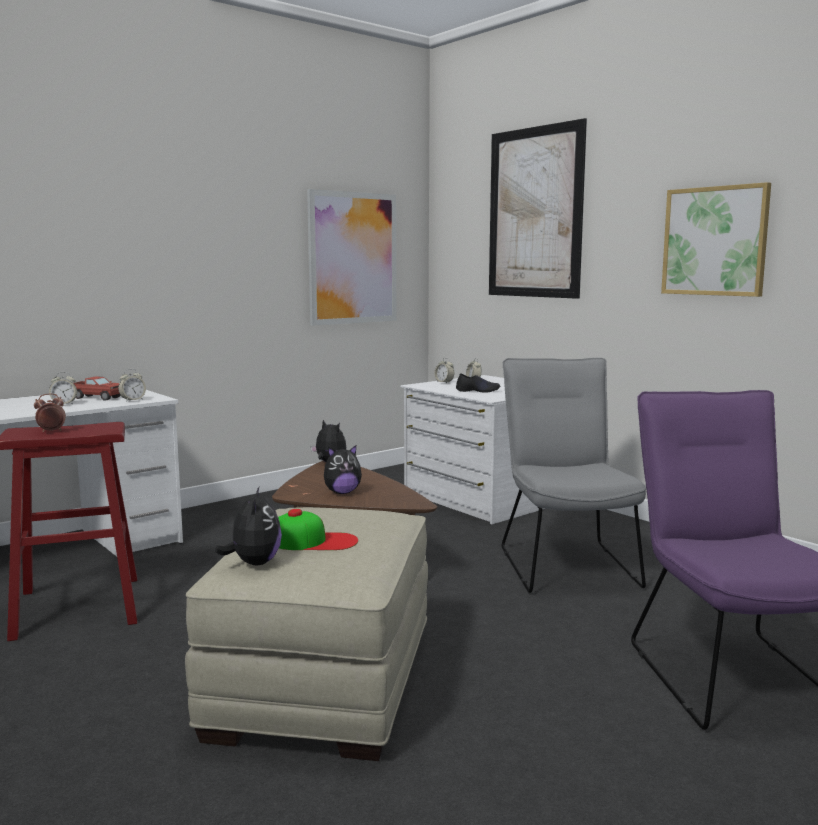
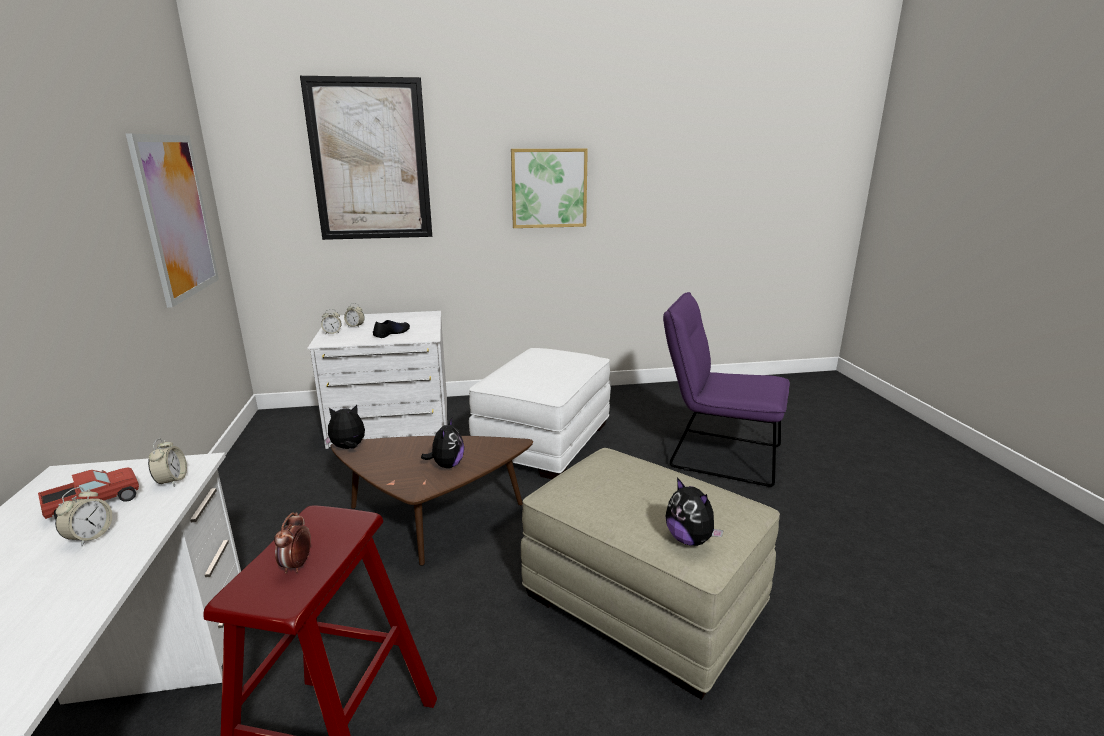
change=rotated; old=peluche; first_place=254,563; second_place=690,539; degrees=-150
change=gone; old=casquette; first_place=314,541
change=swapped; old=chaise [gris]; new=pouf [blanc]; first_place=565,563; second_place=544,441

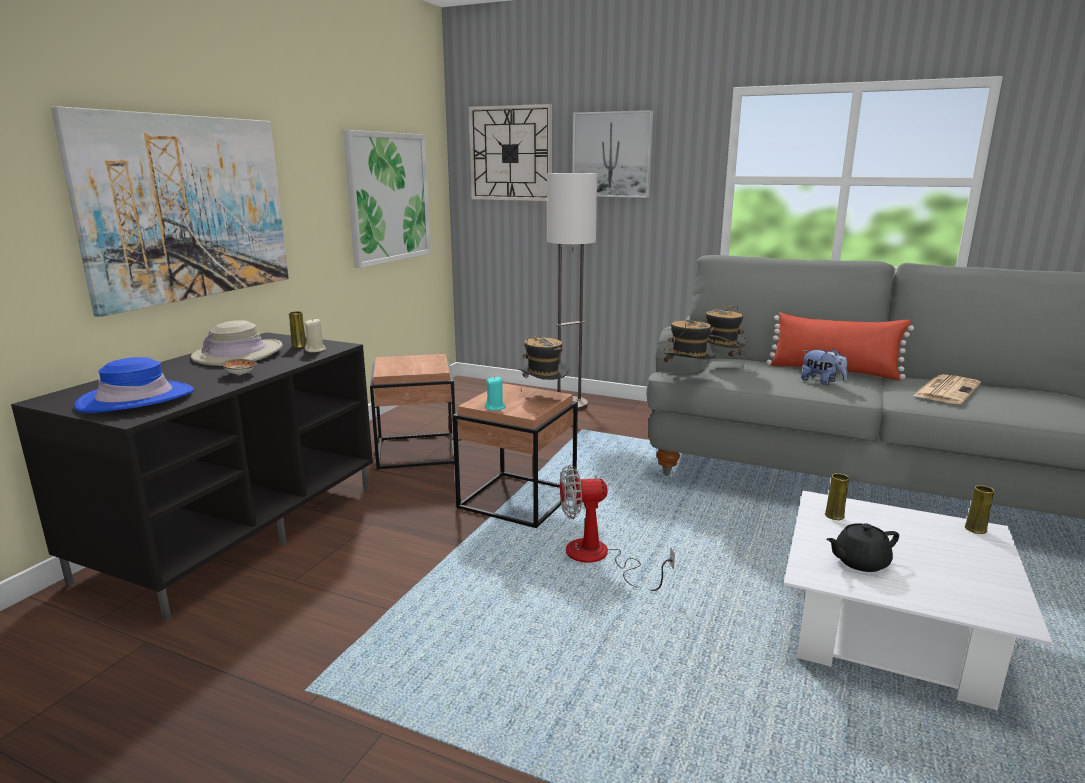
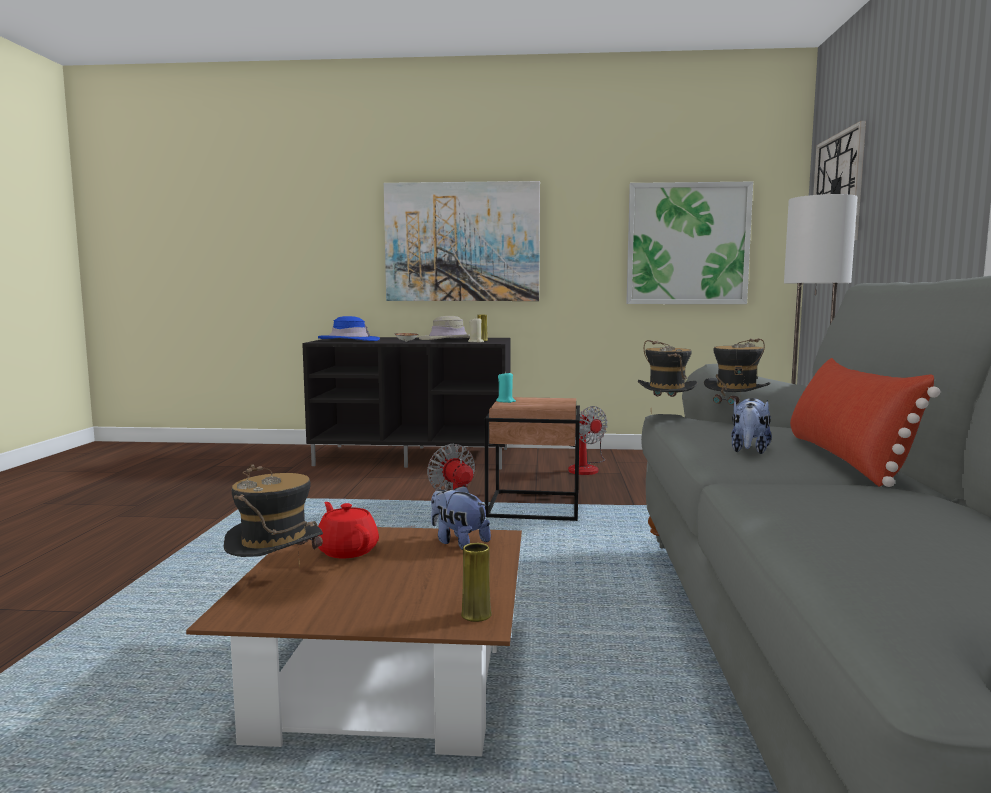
change=swapped; old=table d'appoint [marron]; new=ventilateur; first_place=415,451; second_place=586,468
change=shifted; old=chapeau; first_place=543,396; second_place=276,586
change=gone; old=tableau; first_place=612,155
change=repainted; old=table basse [blanc]; new=table basse [marron]; first_place=889,631; second_place=385,685
change=swapped; old=vase [jaune]; new=peluche; first_place=834,516; second_place=458,542
change=repainted; old=théière [noir]; new=théière [rouge]; first_place=859,562; second_place=347,550
change=gone; old=journal; first_place=946,390

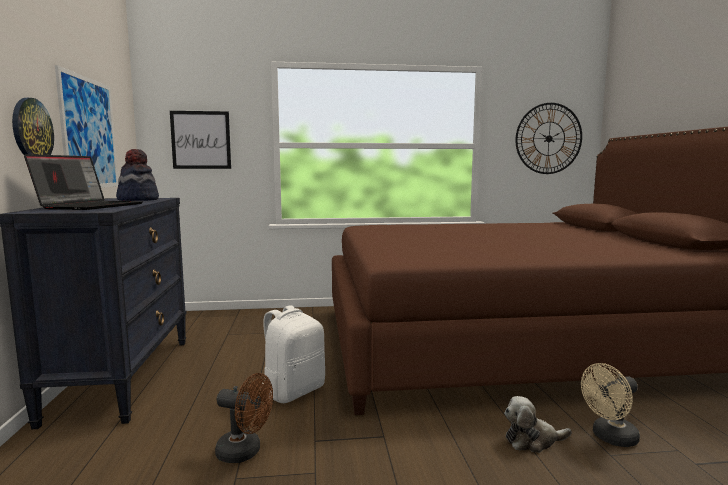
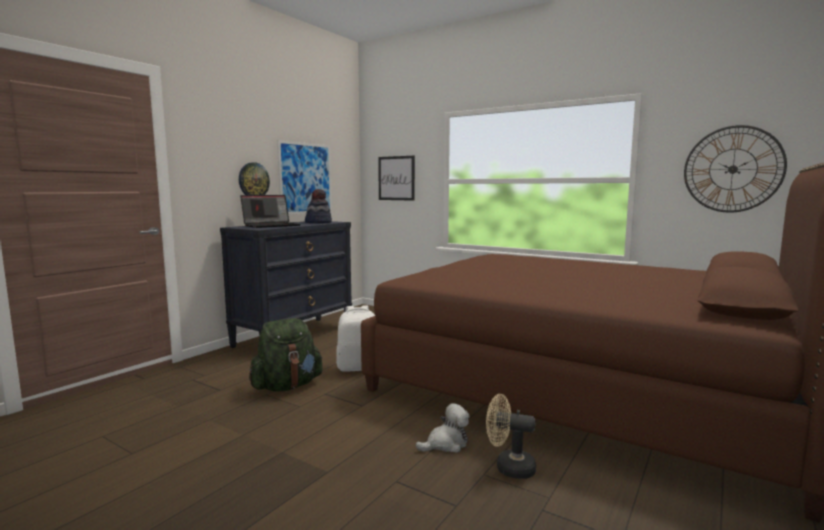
change=swapped; old=ventilateur [marron]; new=sac à dos [vert]; first_place=245,452; second_place=287,386
change=rotated; old=peluche; first_place=532,440; second_place=446,444; degrees=120

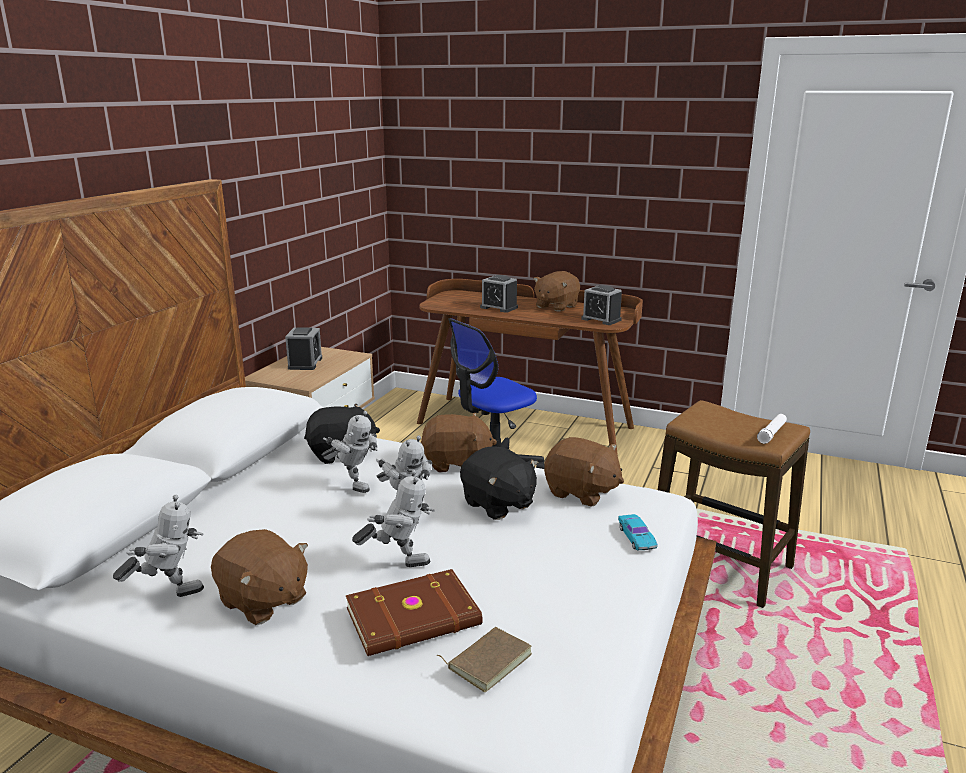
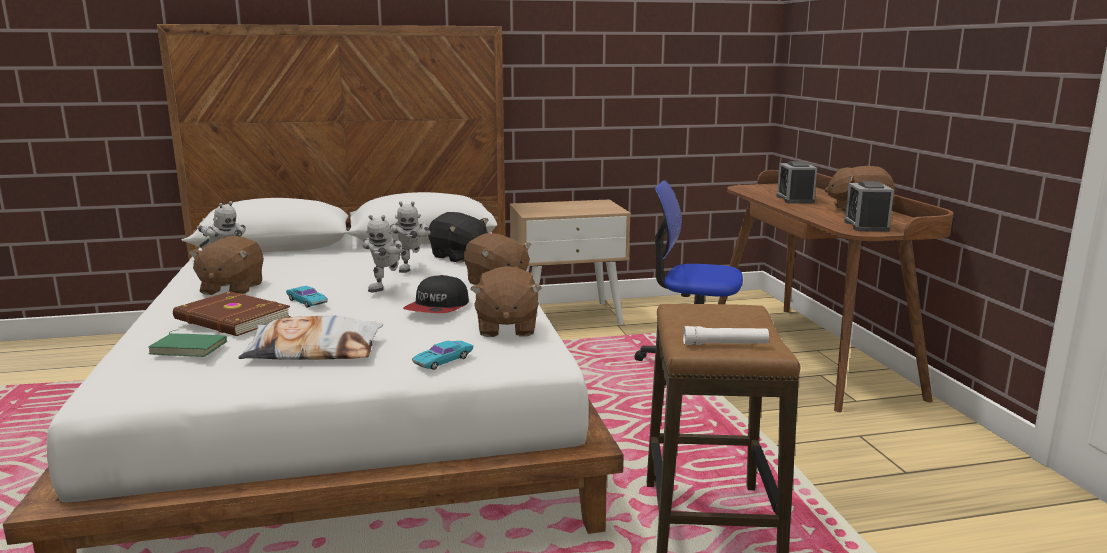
change=gone; old=réveil; first_place=305,363
change=swapped; old=robot jouet; new=petite voiture [turquoise]; first_place=398,562; second_place=307,301
change=repainted; old=livre [marron]; new=livre [vert]; first_place=488,660; second_place=190,348
change=swapped; old=peluche [noir]; new=casquette; first_place=498,504; second_place=438,308
change=new; new=coussin; second_place=314,351

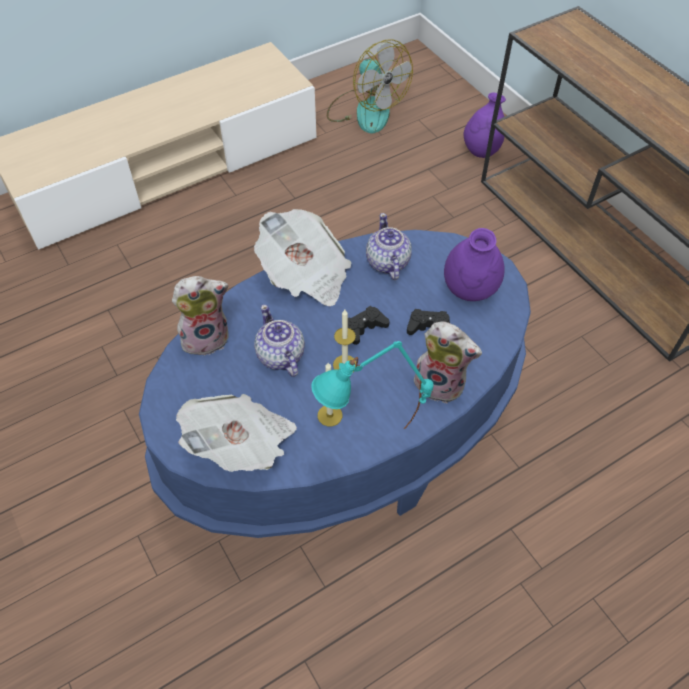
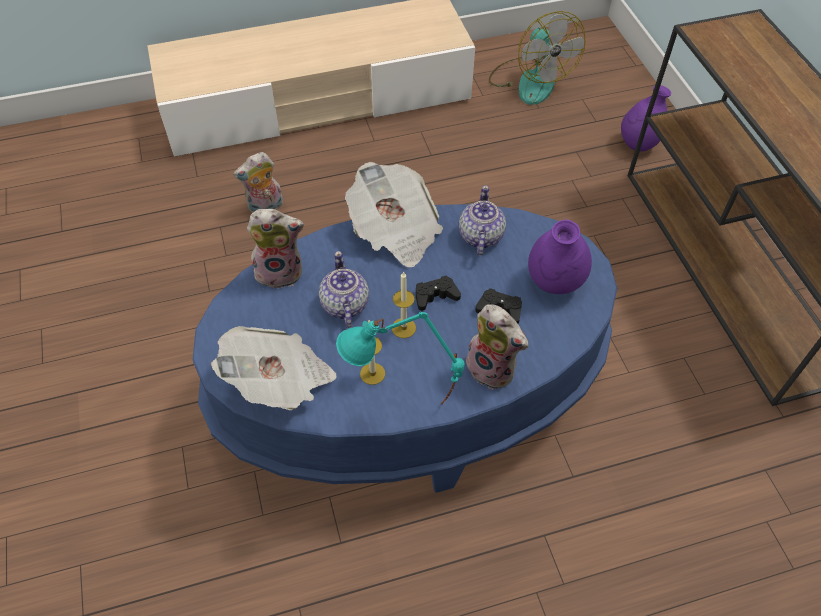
change=new; new=peluche; second_place=265,207

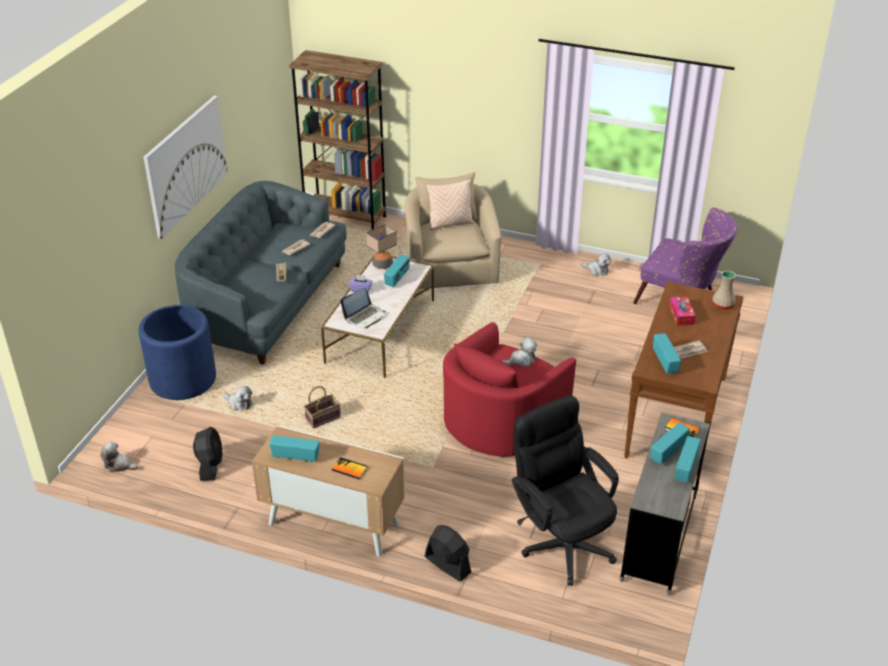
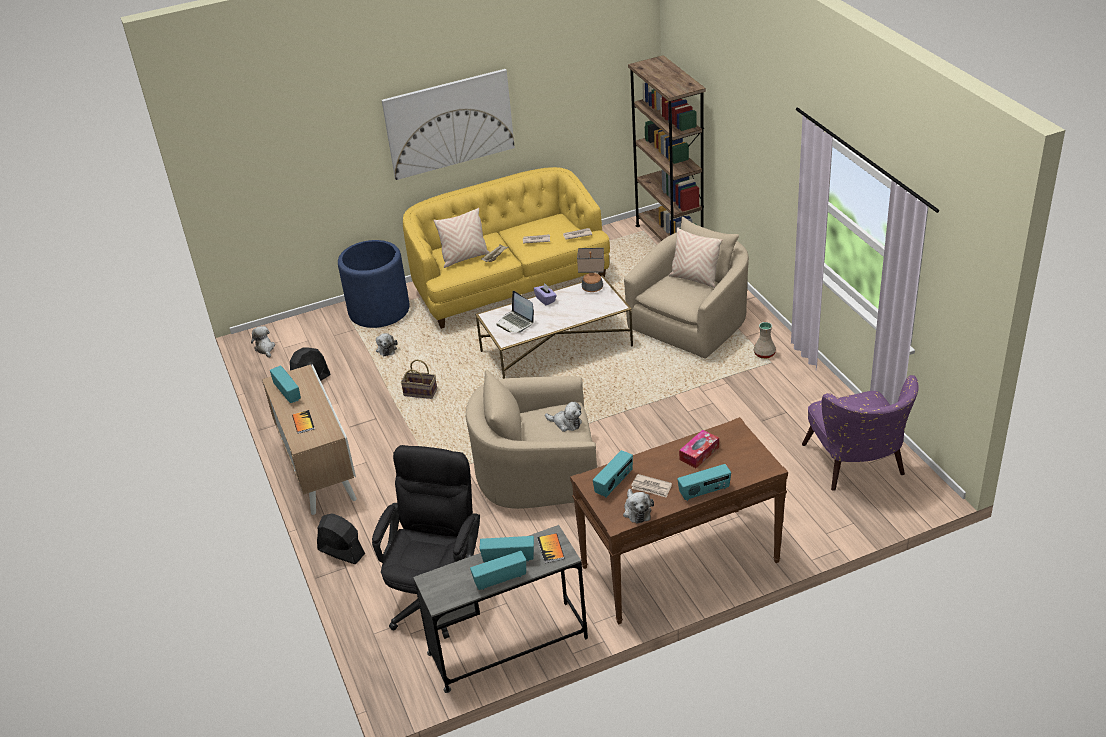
change=repainted; old=canapé [gris]; new=canapé [jaune]; first_place=267,304; second_place=509,284
change=rotated; old=ordinateur portable; first_place=364,316; second_place=516,323; degrees=45
change=shifted; old=radio; first_place=397,278; second_place=704,492
change=rotated; old=ventilateur [noir]; first_place=447,564; second_place=341,552; degrees=-60
change=repainted; old=fauteuil [rouge]; new=fauteuil [beige]; first_place=501,419; second_place=537,472
change=shifted; old=peluche; first_place=596,270; second_place=636,511
change=shifted; old=vase [beige]; first_place=722,305; second_place=764,354
change=new; new=coussin [beige]; second_place=464,258

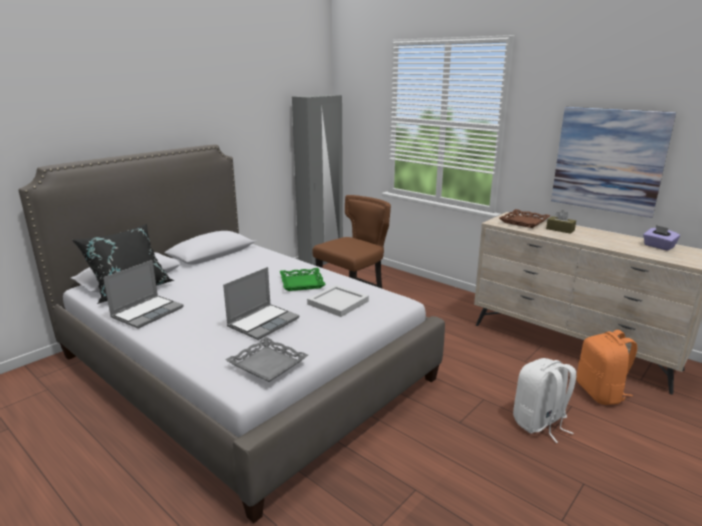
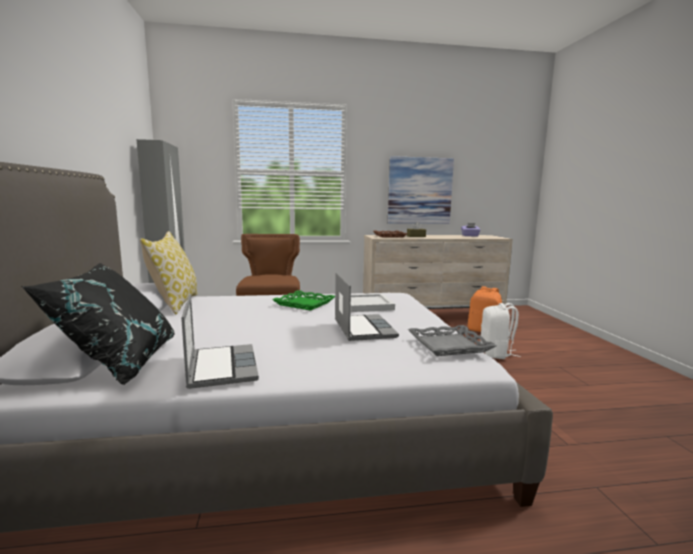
change=new; new=coussin; second_place=174,304

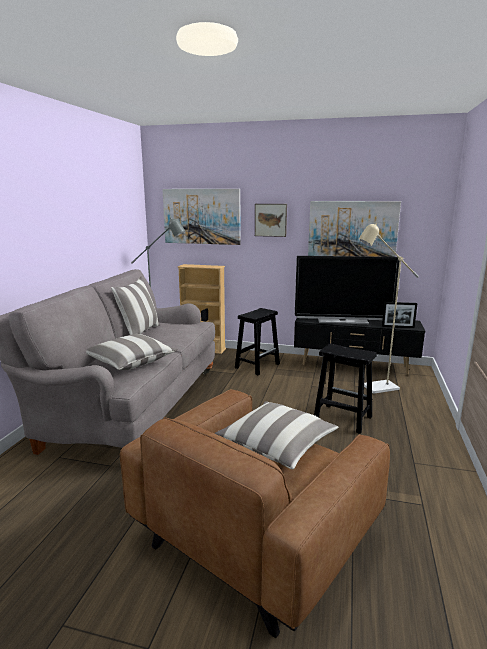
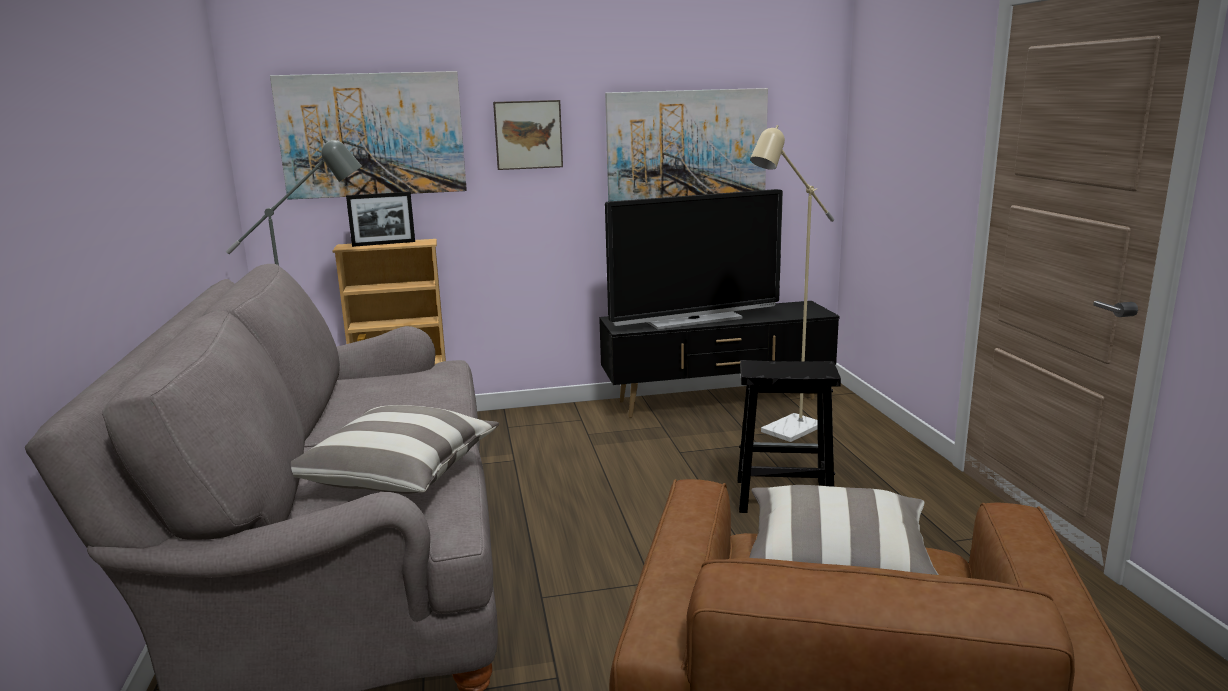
change=gone; old=coussin; first_place=139,332
change=gone; old=tabouret [noir]; first_place=257,365
change=shifted; old=cadre photo; first_place=398,327; second_place=383,244

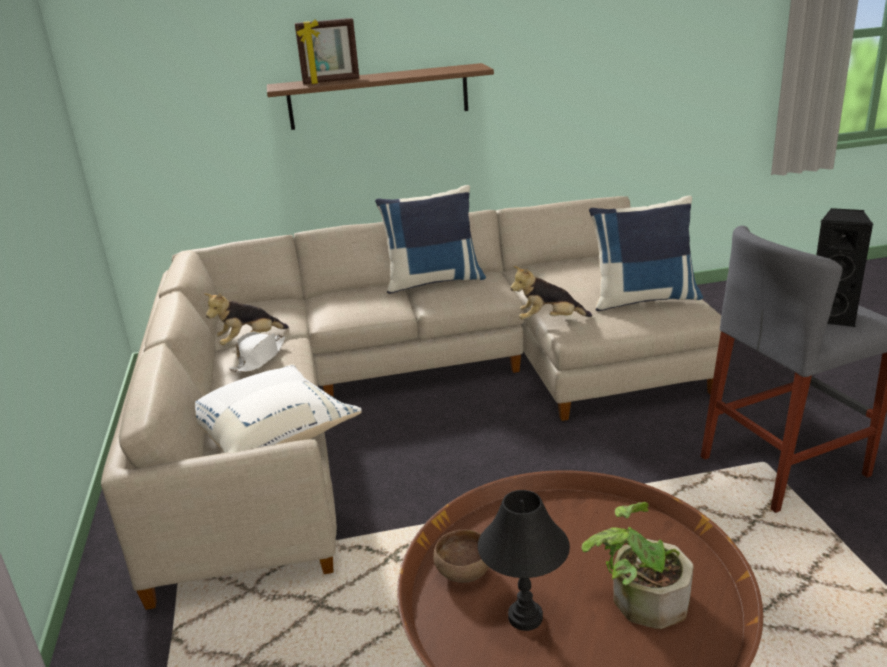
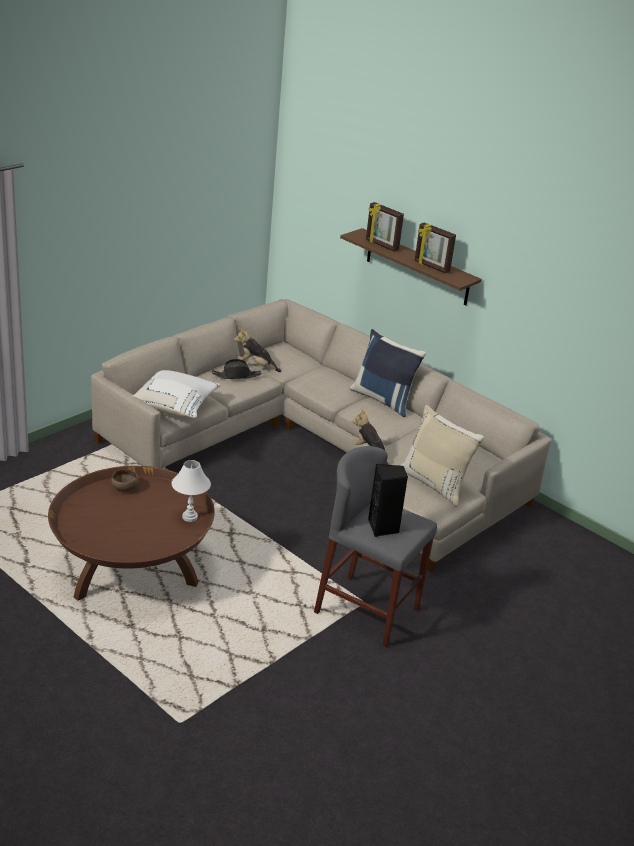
change=repainted; old=chapeau [blanc]; new=chapeau [noir]; first_place=259,358; second_place=236,375
change=gone; old=lampe de table [noir]; first_place=524,617
change=gone; old=plante en pot; first_place=639,598
change=repainted; old=coussin [bleu]; new=coussin [beige]; first_place=643,299; second_place=435,484
change=new; new=lampe de table [blanc]; second_place=189,517
change=new; new=cadre photo; second_place=431,267

